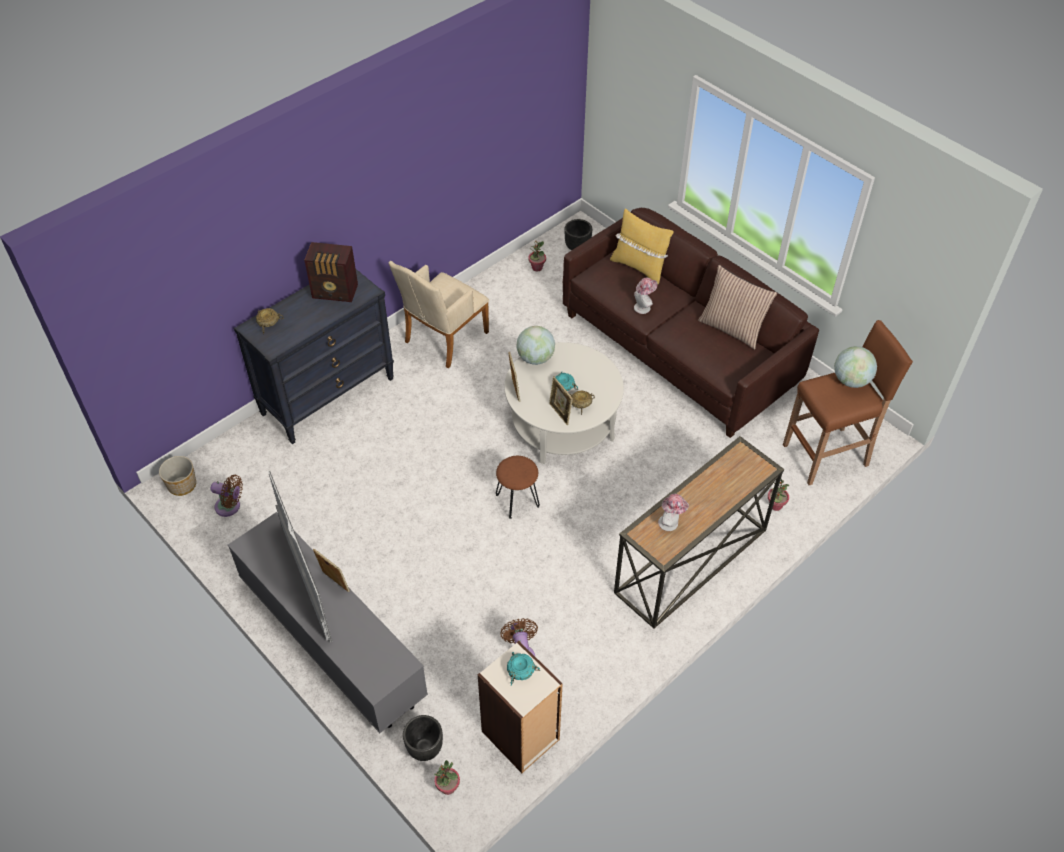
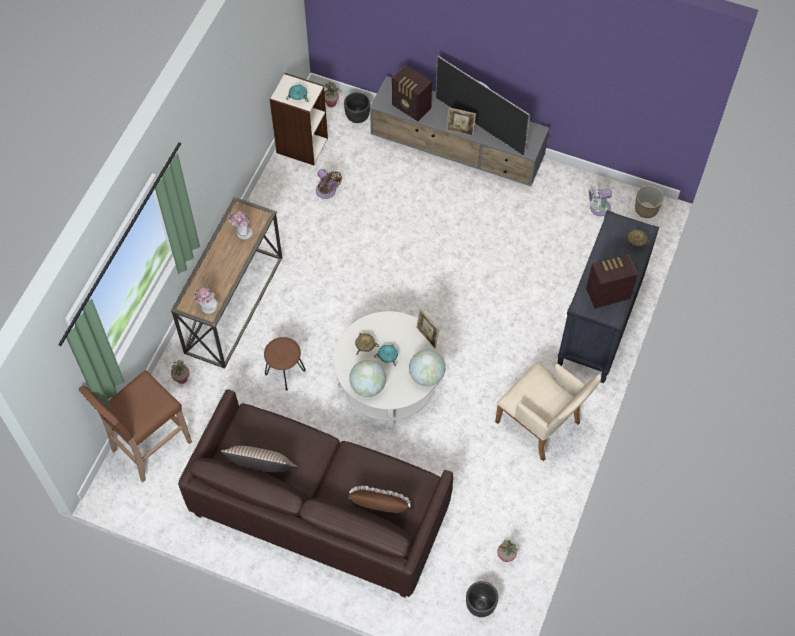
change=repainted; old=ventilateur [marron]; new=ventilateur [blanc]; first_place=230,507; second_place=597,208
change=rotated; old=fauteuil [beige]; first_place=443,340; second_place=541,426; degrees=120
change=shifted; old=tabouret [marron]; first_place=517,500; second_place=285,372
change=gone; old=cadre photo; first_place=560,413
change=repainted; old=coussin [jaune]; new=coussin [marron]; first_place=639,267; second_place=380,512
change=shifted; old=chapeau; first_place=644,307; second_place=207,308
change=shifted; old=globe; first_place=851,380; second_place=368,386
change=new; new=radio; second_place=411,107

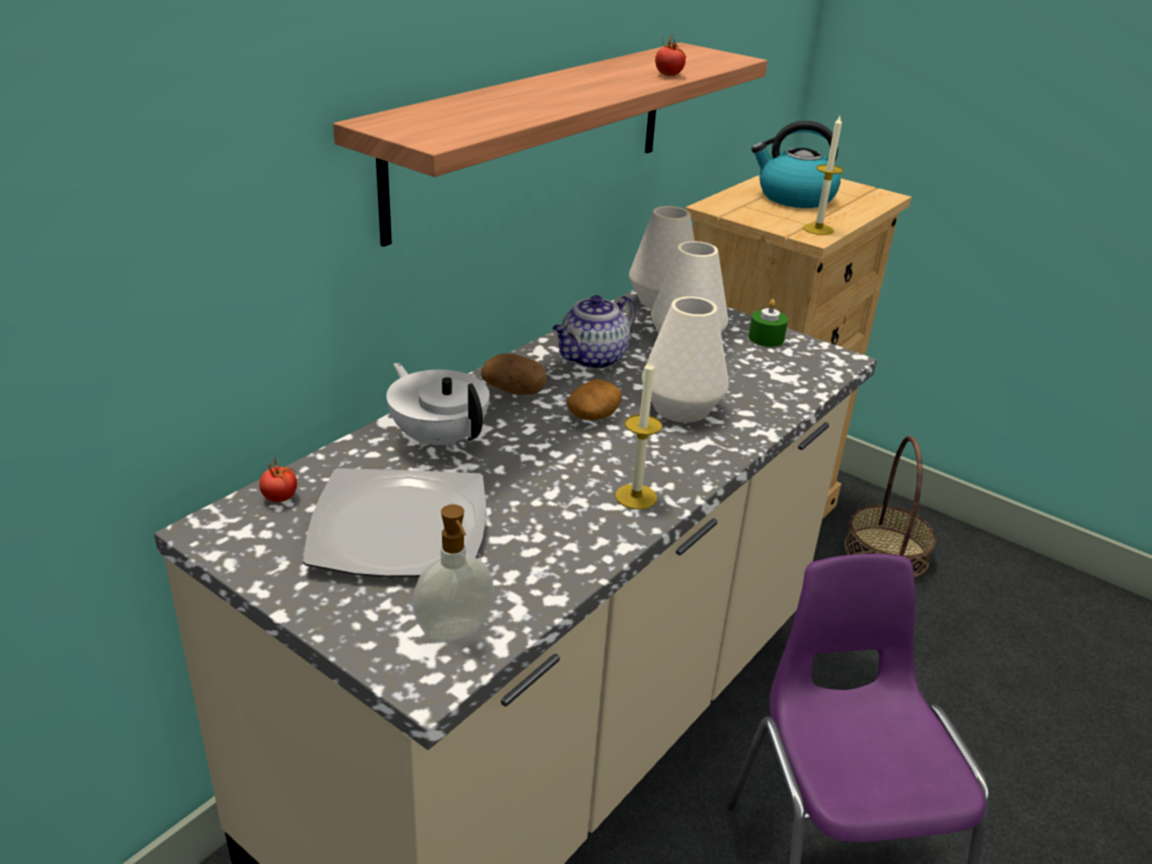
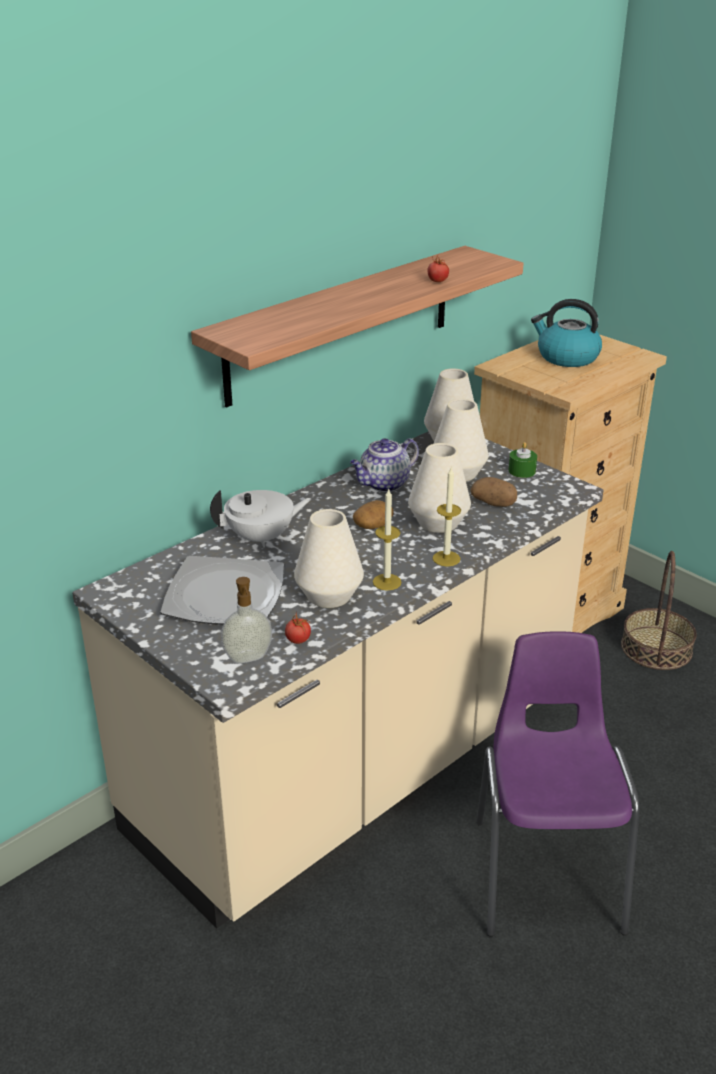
change=shifted; old=tomate; first_place=280,498; second_place=298,640
change=rotated; old=théière [blanc]; first_place=439,438; second_place=261,538; degrees=105
change=shifted; old=pomme de terre; first_place=514,391; second_place=494,503
change=shifted; old=bougie; first_place=818,229; second_place=446,558
change=new; new=vase [blanc]; second_place=329,595

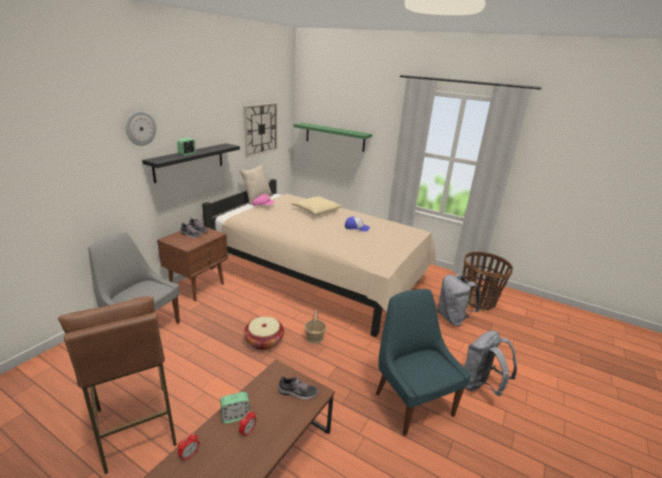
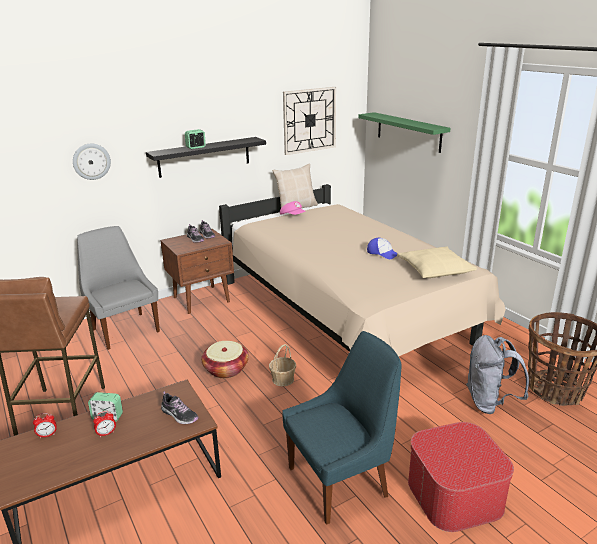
change=shifted; old=horloge murale; first_place=140,128; second_place=91,161
change=shifted; old=coussin [beige]; first_place=316,210; second_place=434,269
change=rotated; old=chaise [bleu]; first_place=412,402; second_place=341,480; degrees=60
change=swapped; old=sac à dos [gris]; new=pouf; first_place=481,386; second_place=454,494

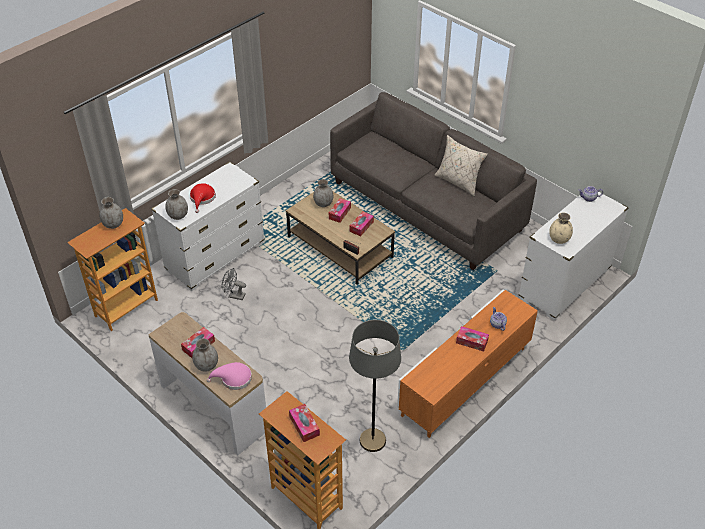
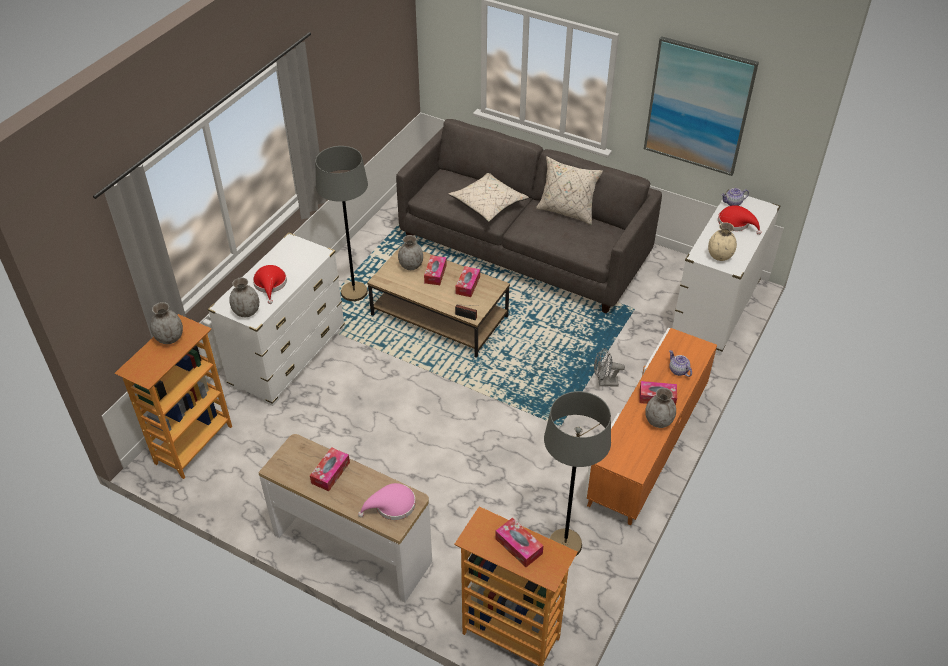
change=shifted; old=vase [gris]; first_place=207,365; second_place=658,421
change=shifted; old=ventilateur [gris]; first_place=234,295; second_place=604,382
change=new; new=lampadaire [gris]; second_place=354,292
change=new; new=coussin [beige]; second_place=488,203
change=new; new=tableau; second_place=698,106
change=new; new=chapeau [rouge]; second_place=736,223

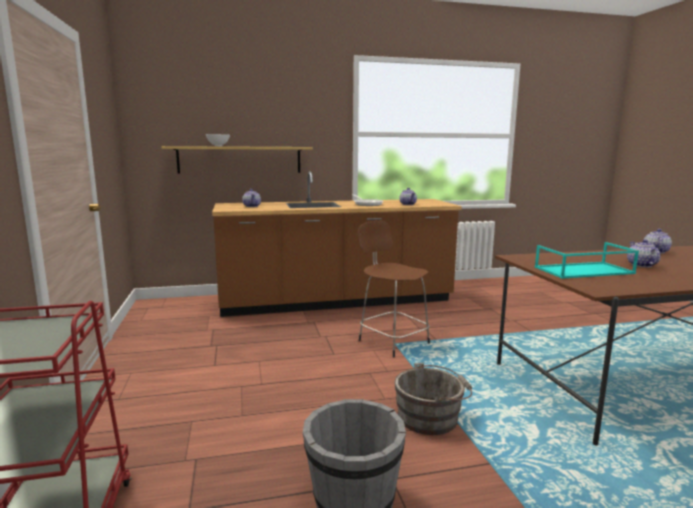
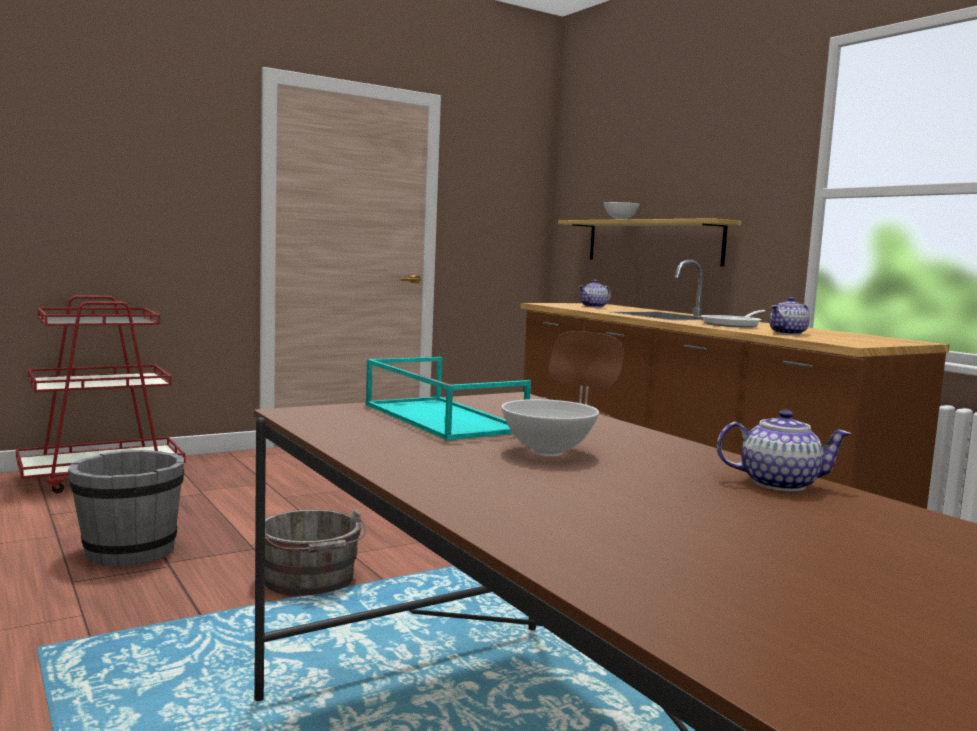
change=swapped; old=théière; new=bol [blanc]; first_place=641,265; second_place=547,452

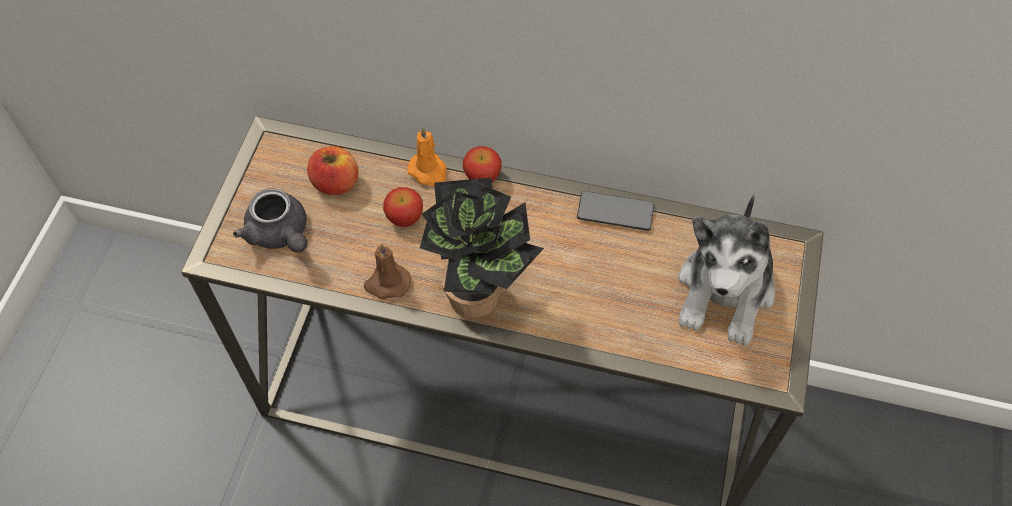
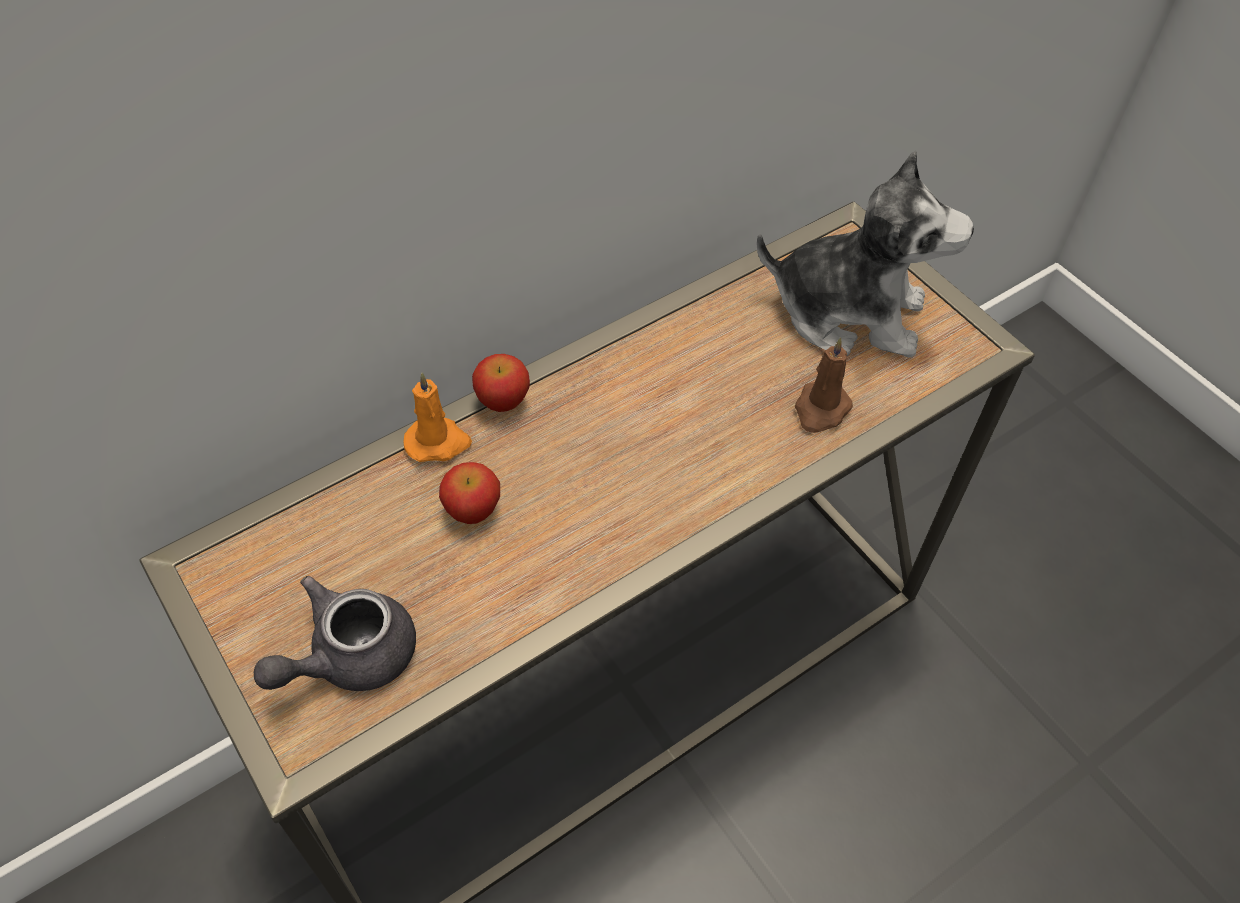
change=rotated; old=théière [gris]; first_place=280,234; second_place=348,656; degrees=135
change=gone; old=pomme; first_place=336,183
change=shifted; old=bougie [marron]; first_place=387,283; second_place=821,410
change=gone; old=plante en pot; first_place=481,298
change=gone; old=téléphone; first_place=615,212
change=rotated; old=peluche; first_place=725,291; second_place=849,312; degrees=-45

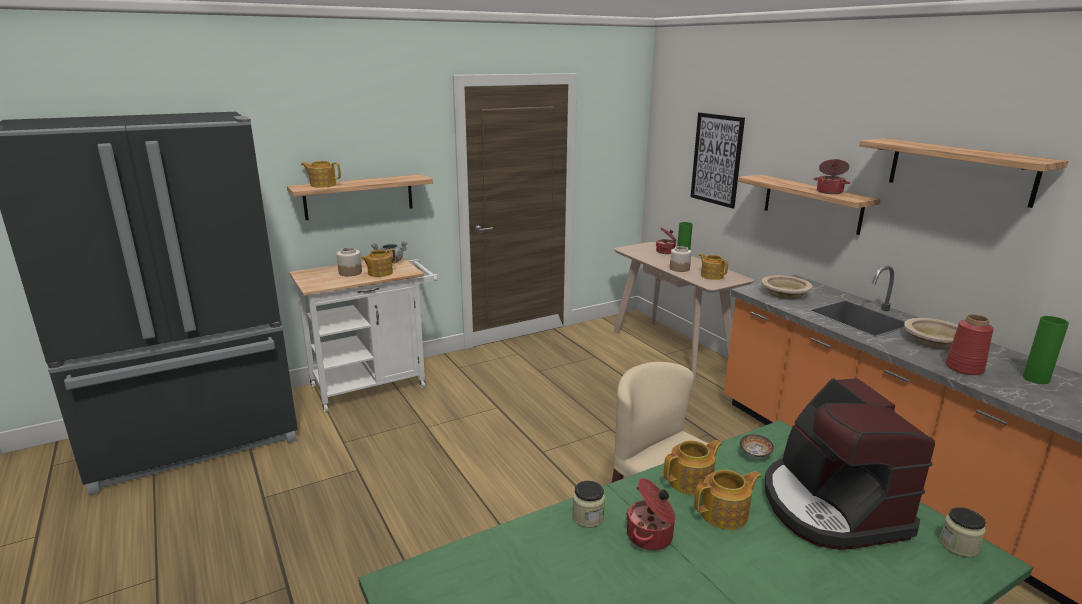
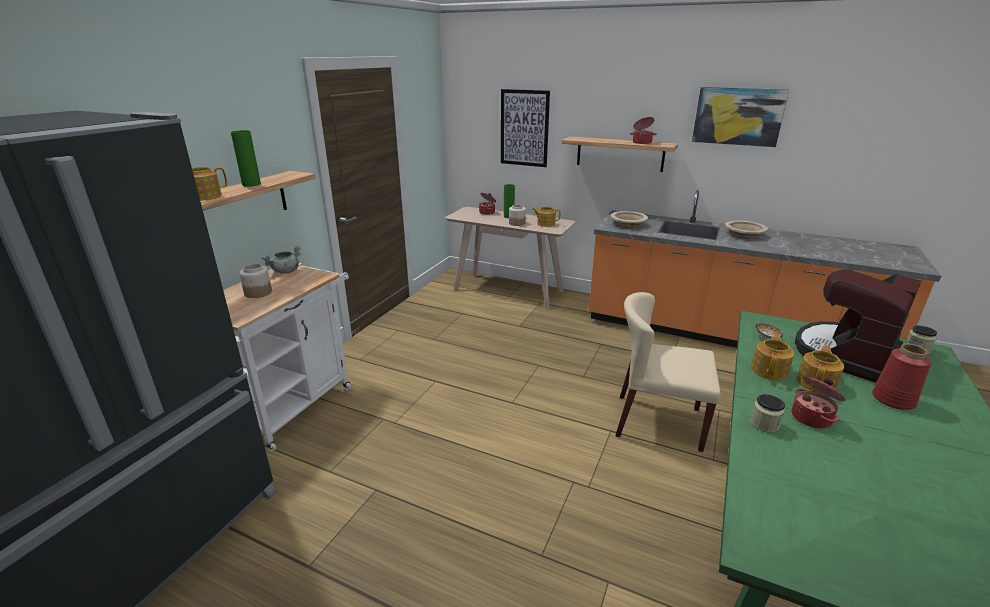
change=gone; old=théière; first_place=379,273
change=rotated; old=machine à café; first_place=830,507; second_place=846,353; degrees=90
change=swapped; old=étagère; new=tableau; first_place=960,171; second_place=738,116
change=shifted; old=vase [rouge]; first_place=963,368; second_place=892,399
change=shifted; old=vase [vert]; first_place=1035,379; second_place=251,184

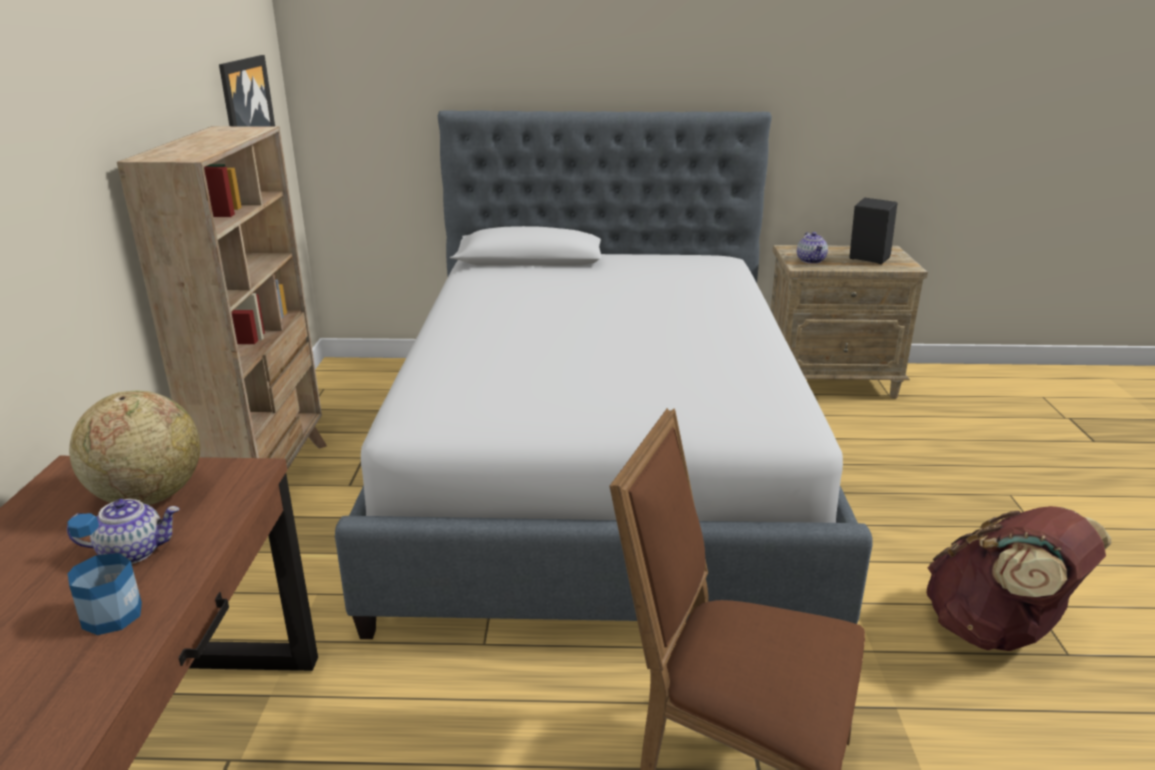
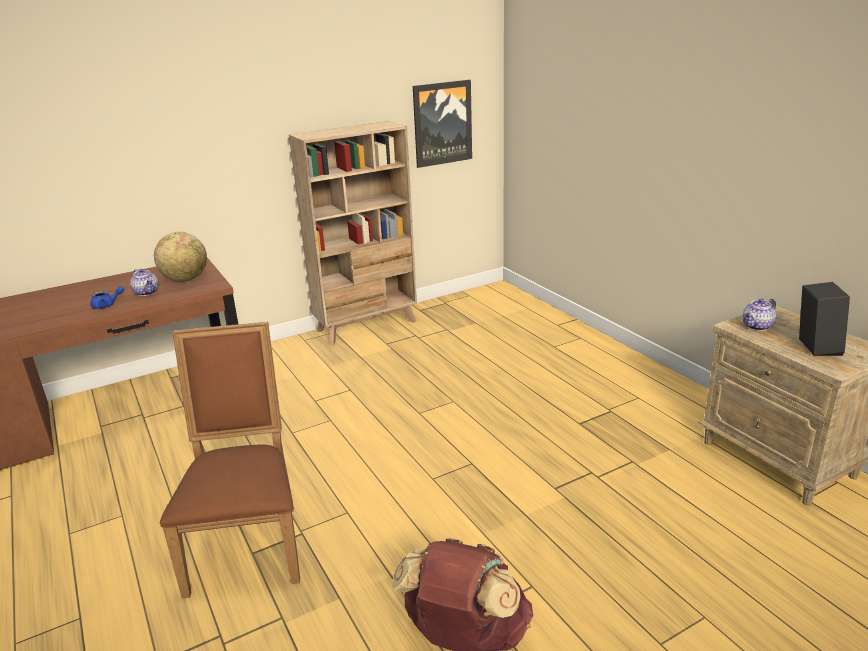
change=swapped; old=bouteille; new=théière [bleu]; first_place=112,615; second_place=107,305
change=gone; old=lit; first_place=600,466

